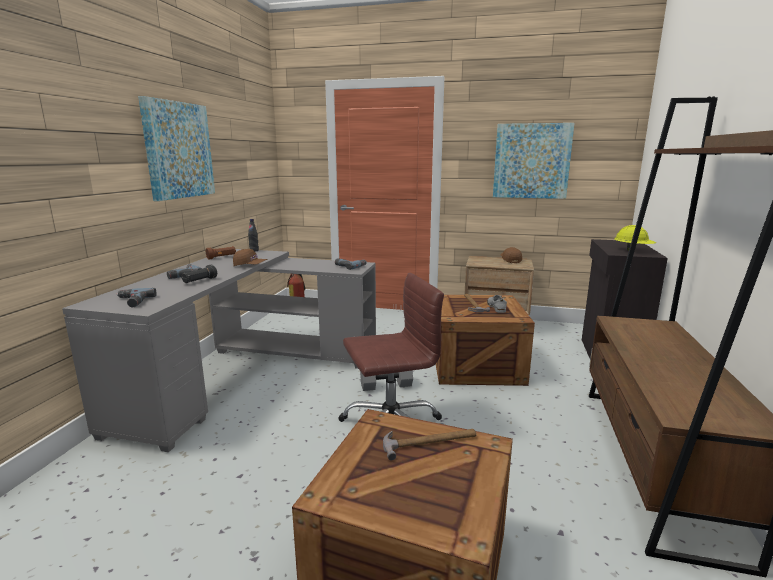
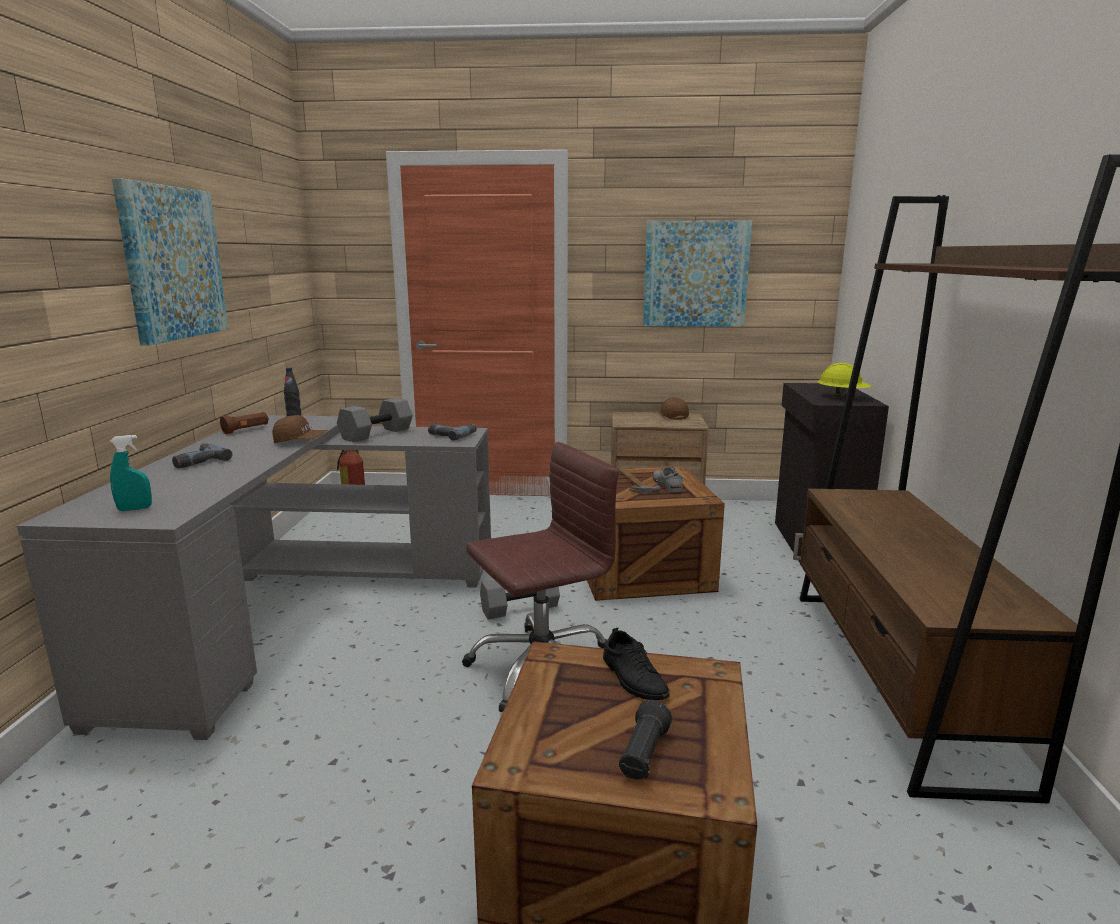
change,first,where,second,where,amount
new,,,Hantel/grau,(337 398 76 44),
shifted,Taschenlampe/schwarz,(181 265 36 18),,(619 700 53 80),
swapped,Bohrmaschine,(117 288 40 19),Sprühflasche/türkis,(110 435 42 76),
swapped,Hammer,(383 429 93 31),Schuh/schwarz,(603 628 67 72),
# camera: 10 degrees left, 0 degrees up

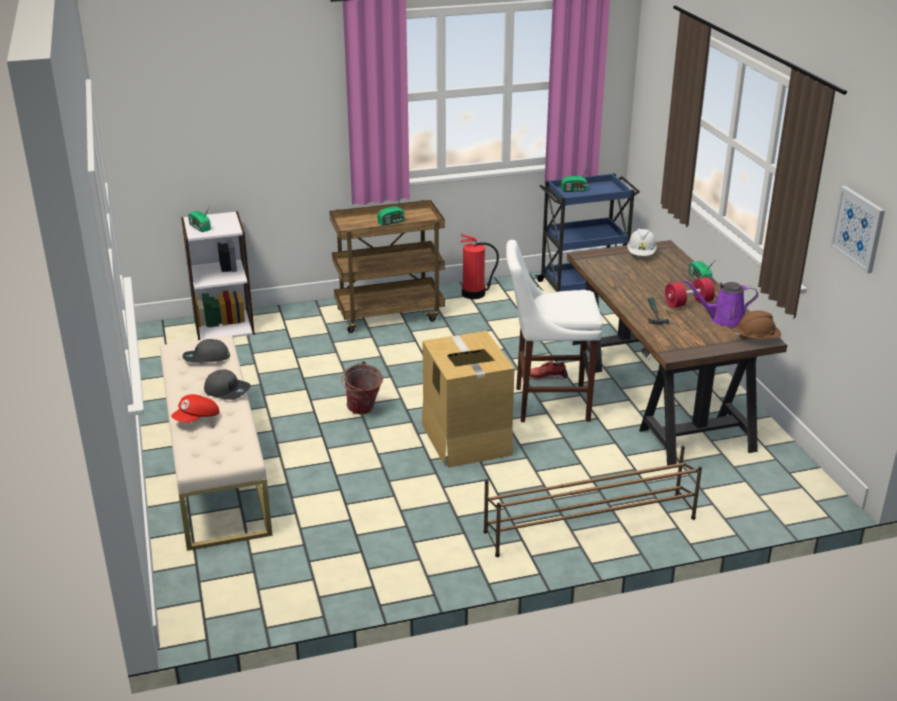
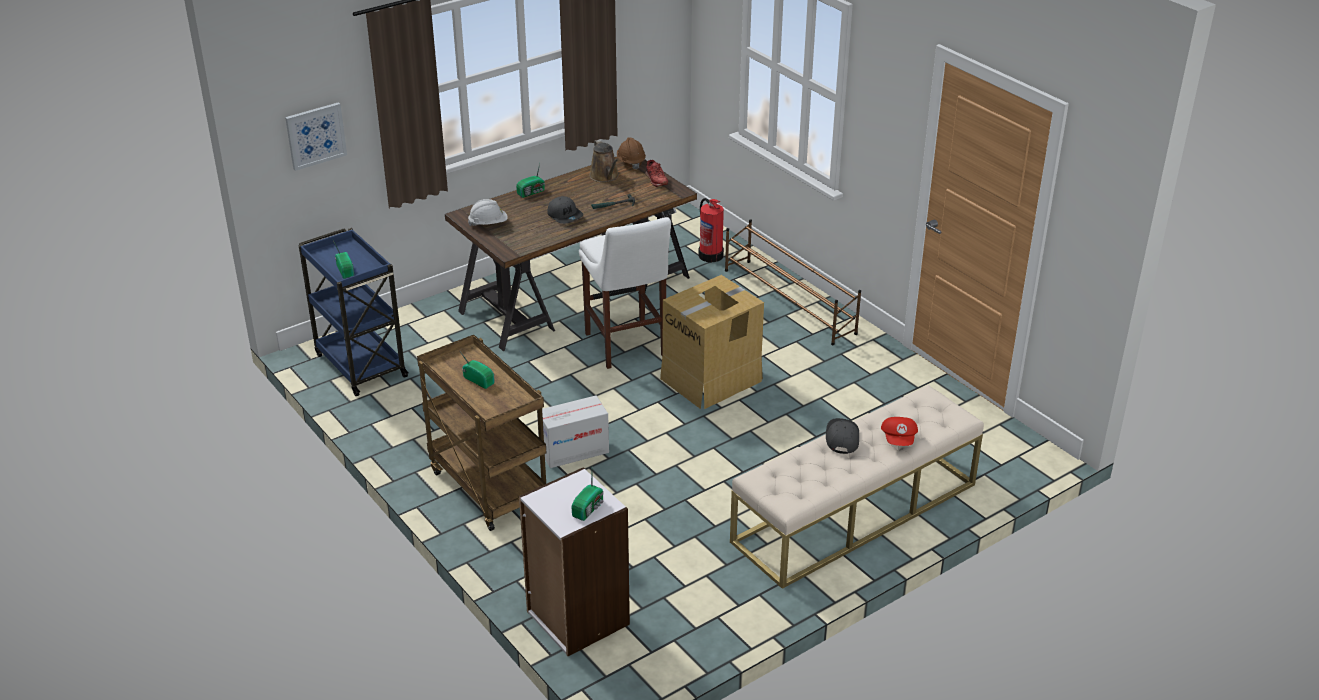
change,first,where,second,where,amount
gone,Eimer,(341 361 42 54),,,
gone,Hantel/rot,(665 277 50 31),,,
new,,,Karton,(537 395 72 73),
shifted,Kappe/grau,(183 339 47 24),,(547 196 36 28),
shifted,Feuerlöscher,(461 234 38 65),,(698 198 26 64),
shifted,Schuh/rot,(530 361 38 19),,(645 160 23 27),
shifted,Bild,(830 186 55 88),,(285 102 62 69),
repainted,Gießkanne/lila,(683 280 75 47),Gießkanne/braun,(589 139 30 43),
rotated,Kappe/rot,(171 394 49 29),,(881 417 37 29),75 degrees clockwise
# camera: 110 degrees left, 5 degrees up

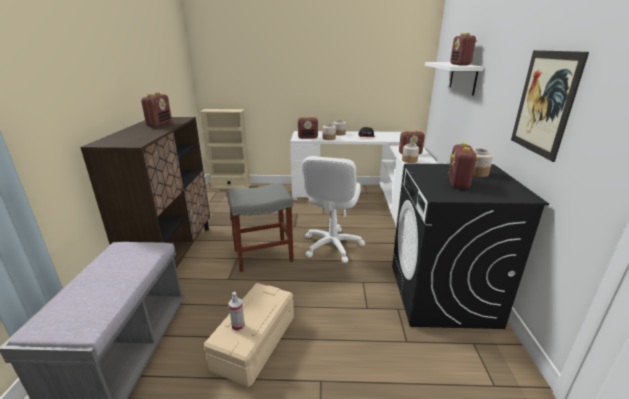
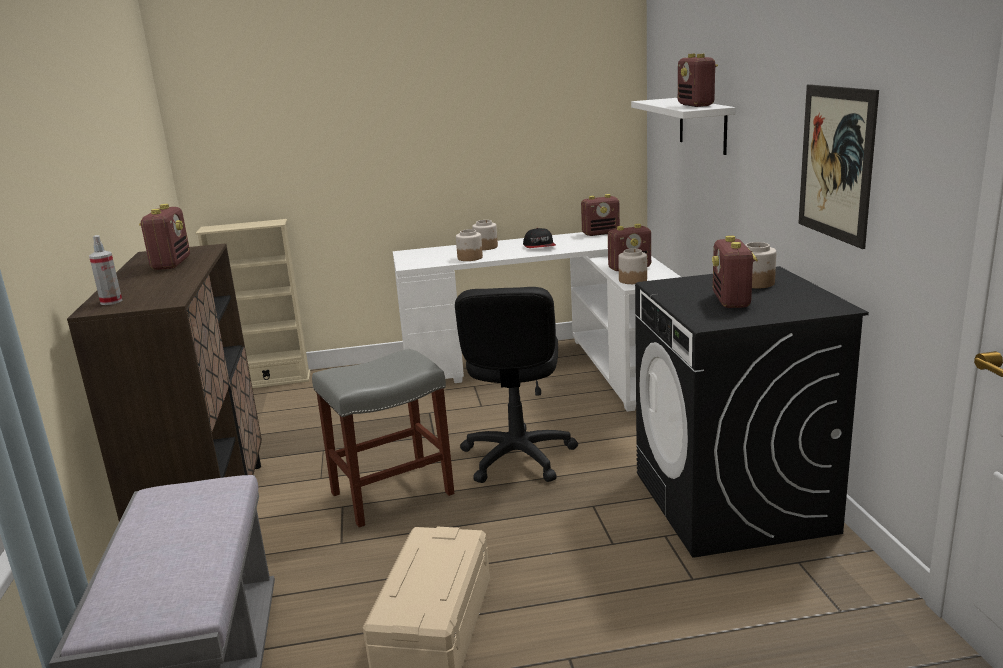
change,first,where,second,where,amount
shifted,Sprühflasche,(229 292 16 39),,(89 235 34 70),
shifted,Radio,(298 116 20 23),,(581 194 39 42),
repainted,Bürostuhl/weiß,(302 156 63 107),Bürostuhl/schwarz,(455 287 123 196),
# camera: 10 degrees left, 5 degrees down

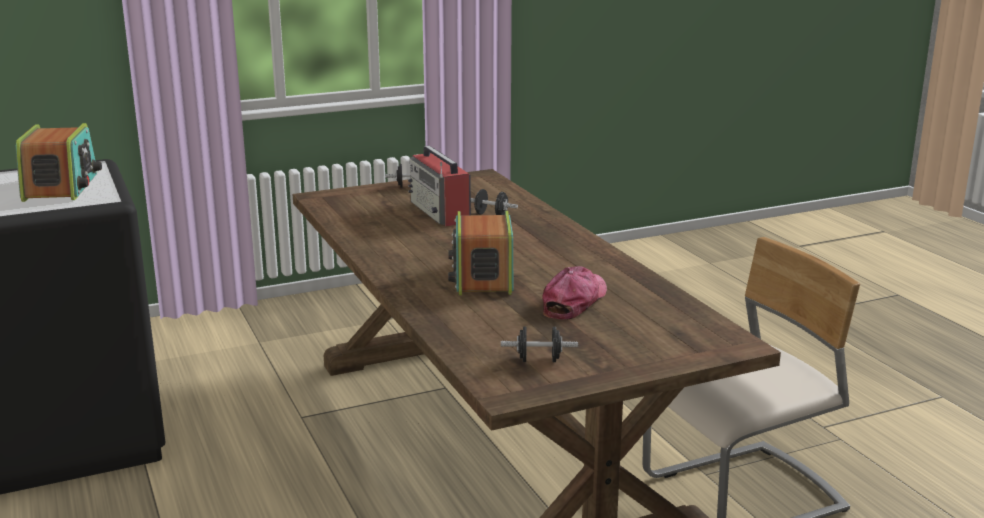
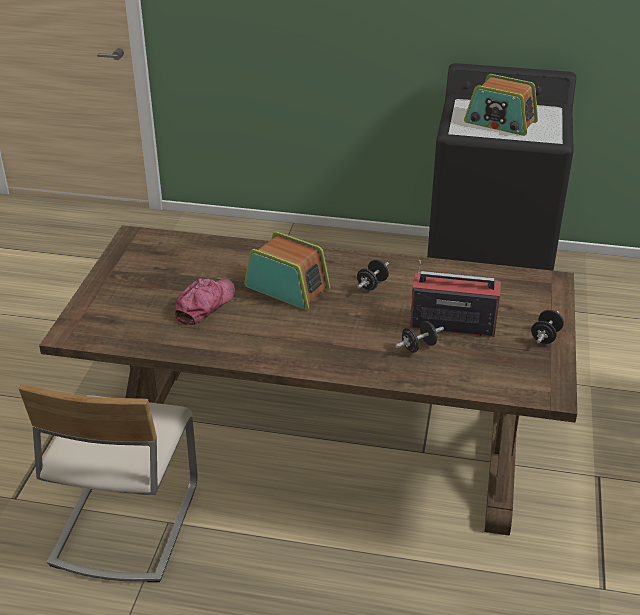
change,first,where,second,where,amount
shifted,Hantel/schwarz,(501 326 77 36),,(357 260 32 31),
rotated,Kappe,(542 266 65 53),,(174 278 61 47),120 degrees counterclockwise
# camera: 125 degrees right, 15 degrees up

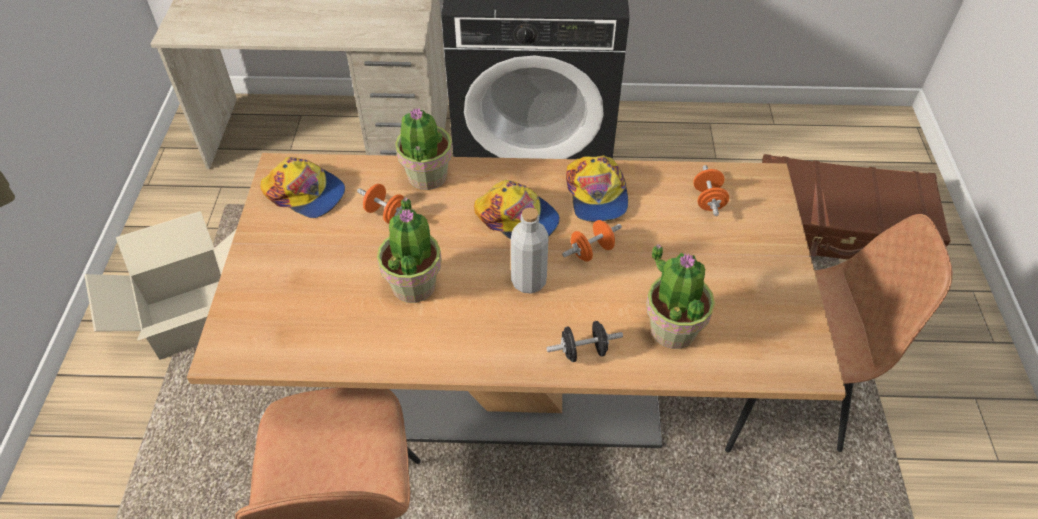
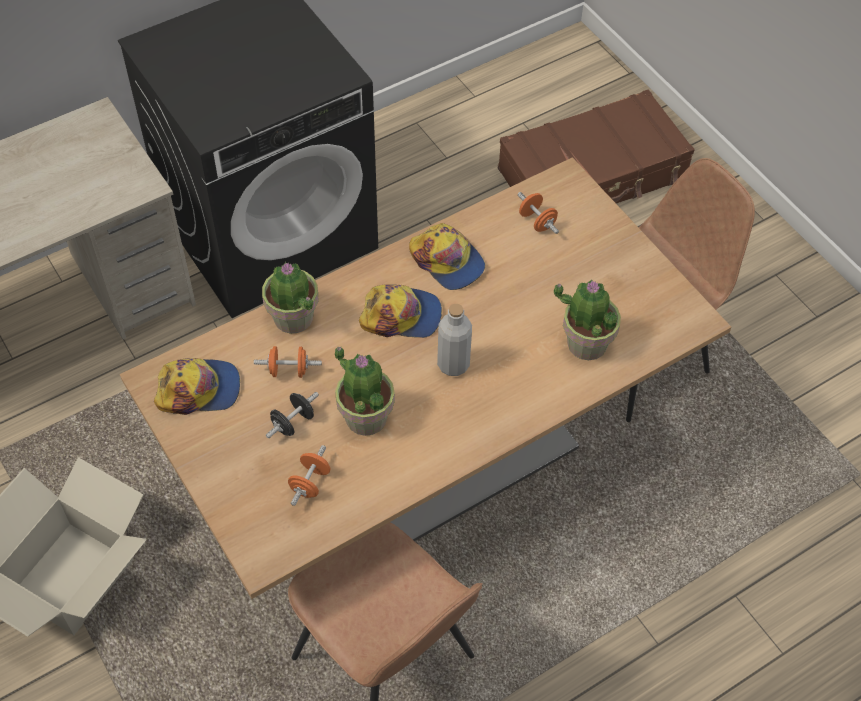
change,first,where,second,where,amount
shifted,Hantel/schwarz,(546 321 77 41),,(266 392 53 46),
shifted,Hantel/orange,(562 220 60 42),,(288 445 43 61),
# camera: 35 degrees left, 5 degrees up

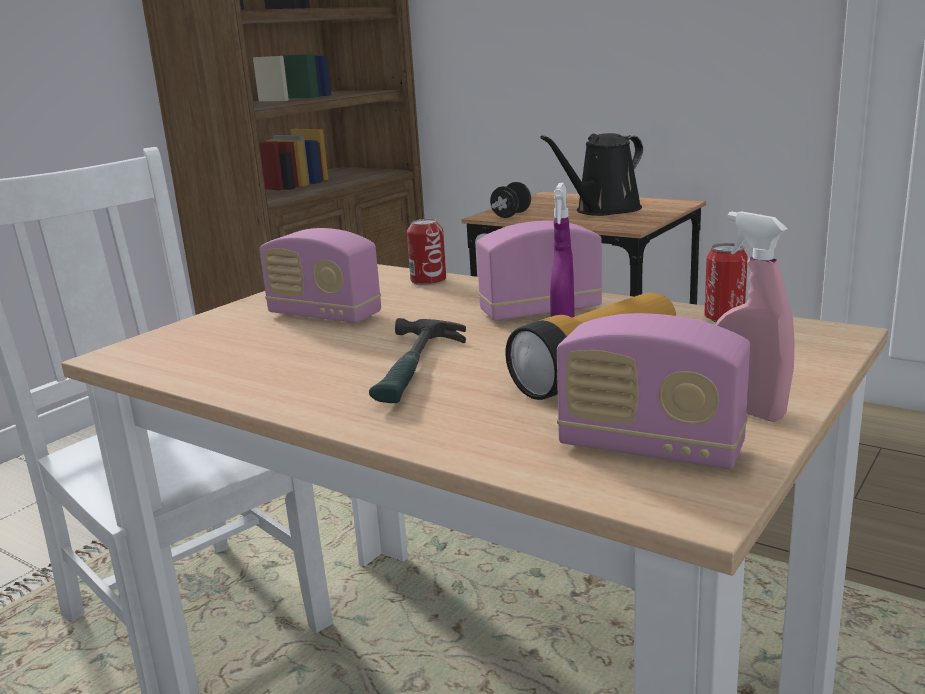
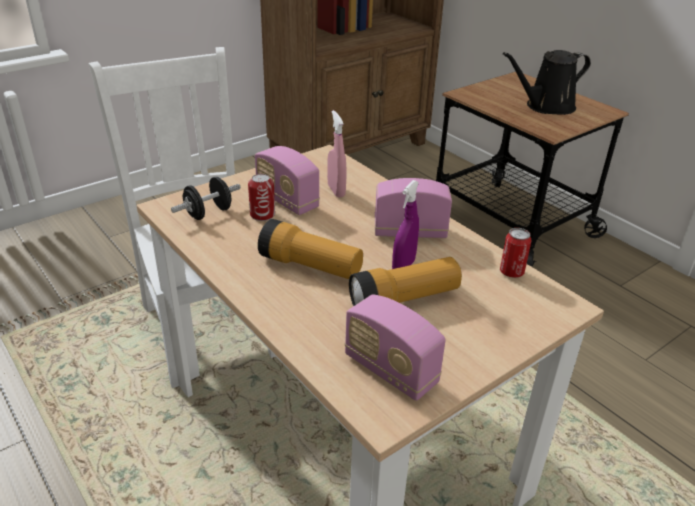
change,first,where,second,where,amount
shifted,Dose,(407 219 39 67),,(248 174 27 47),
shifted,Hantel/schwarz,(490 182 41 36),,(171 177 70 43),
shifted,Sprühflasche/rosa,(716 211 79 211),,(327 110 19 88),
swapped,Hammer,(369 318 97 85),Taschenlampe,(258 219 105 60),
# camera: 15 degrees right, 15 degrees up

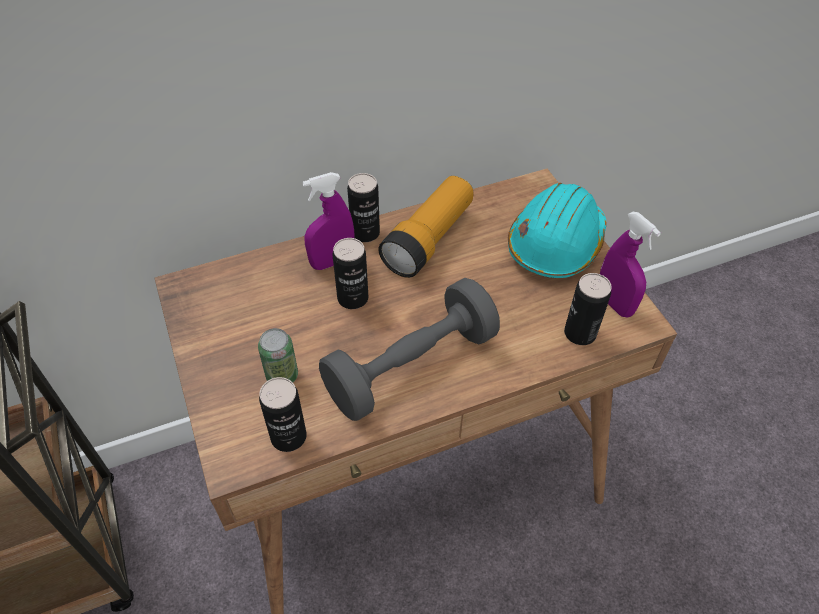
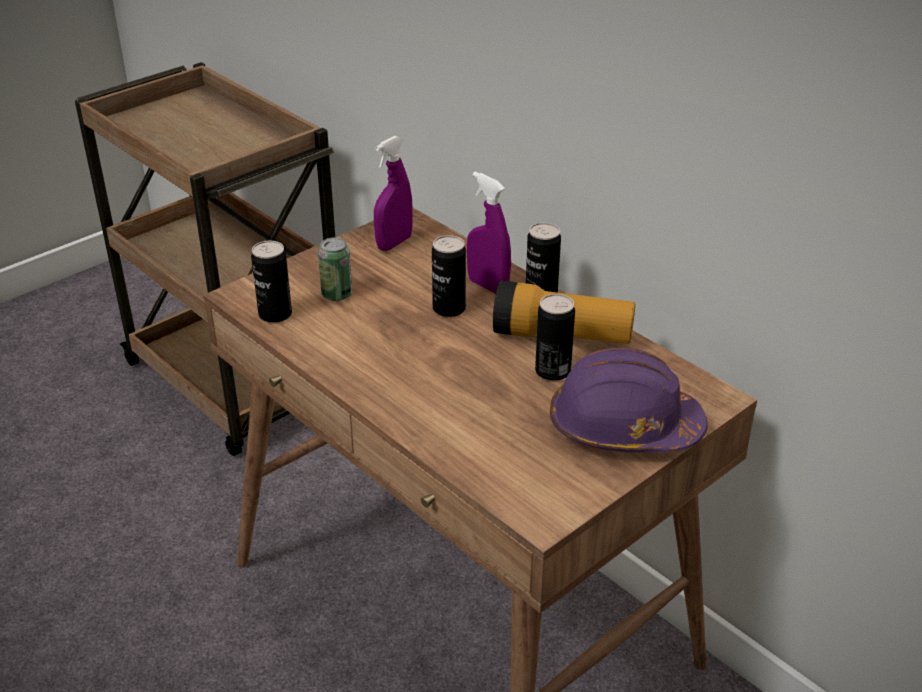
change,first,where,second,where,amount
gone,Hantel/grau,(319 278 181 143),,,
shifted,Dose,(564 273 48 72),,(535 294 40 87),
shifted,Sprühflasche/lila,(600 212 61 105),,(374 136 38 115),
repainted,Schutzhelm/türkis,(508 183 98 95),Schutzhelm/lila,(550 347 158 106),
# camera: 70 degrees right, 15 degrees down

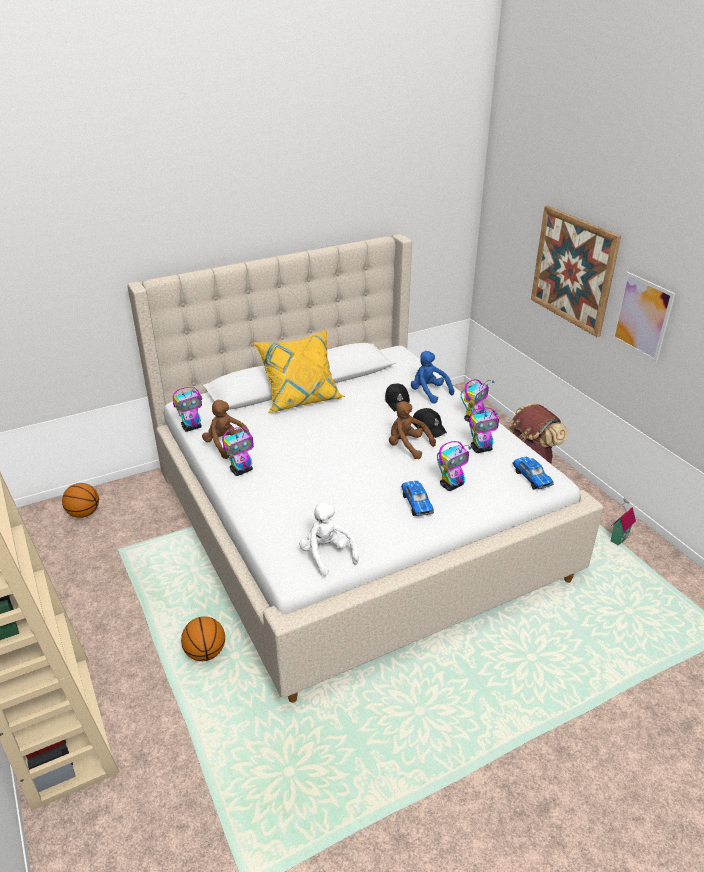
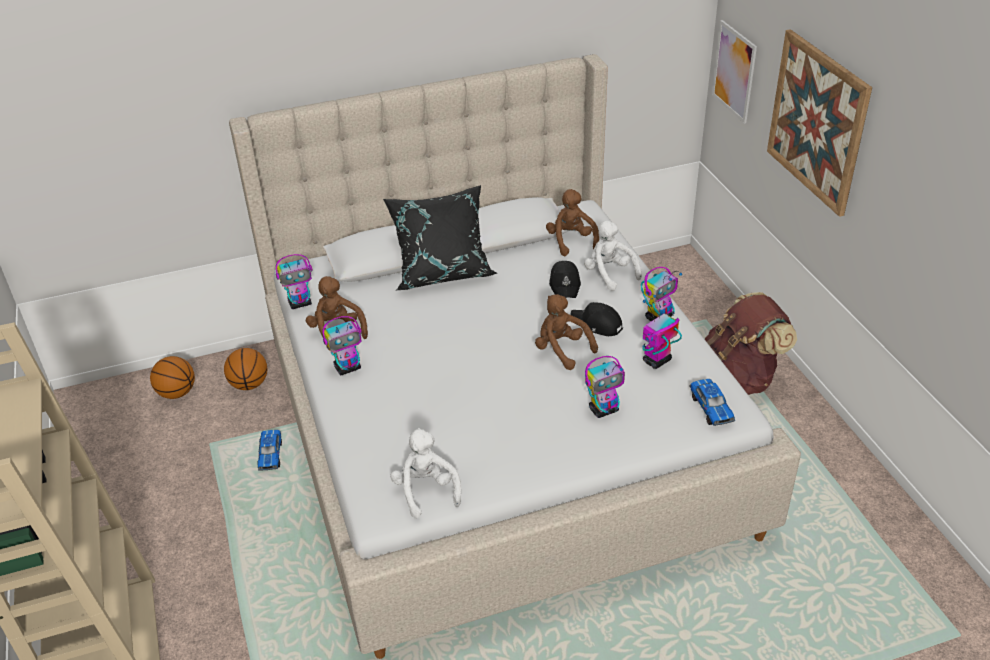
change,first,where,second,where,amount
gone,Spielzeughaus,(611 497 25 49),,,
new,,,Plüschtier/braun,(546 189 53 67),
shifted,Basketball,(181 616 44 45),,(224 348 43 42),
shifted,Spielzeugauto,(401 481 33 35),,(257 430 25 41),
shifted,Bild,(612 272 63 91),,(712 20 45 104),
repainted,Kissen/gelb,(253 330 92 83),Kissen/schwarz,(383 185 114 106),
repainted,Plüschtier/blau,(411 351 43 53),Plüschtier/weiß,(584 221 58 70),
rotated,Kappe/schwarz,(412 408 35 30),,(570 302 53 34),150 degrees clockwise
rotated,Spielzeugroboter,(469 407 30 46),,(642 295 40 74),150 degrees clockwise
# camera: 10 degrees right, 5 degrees up

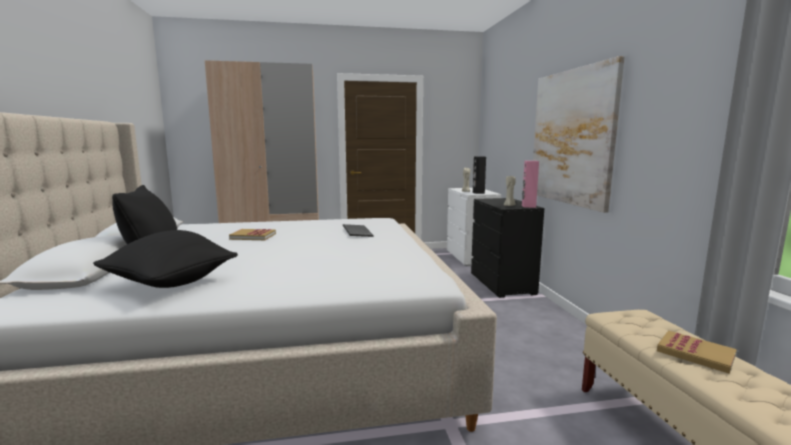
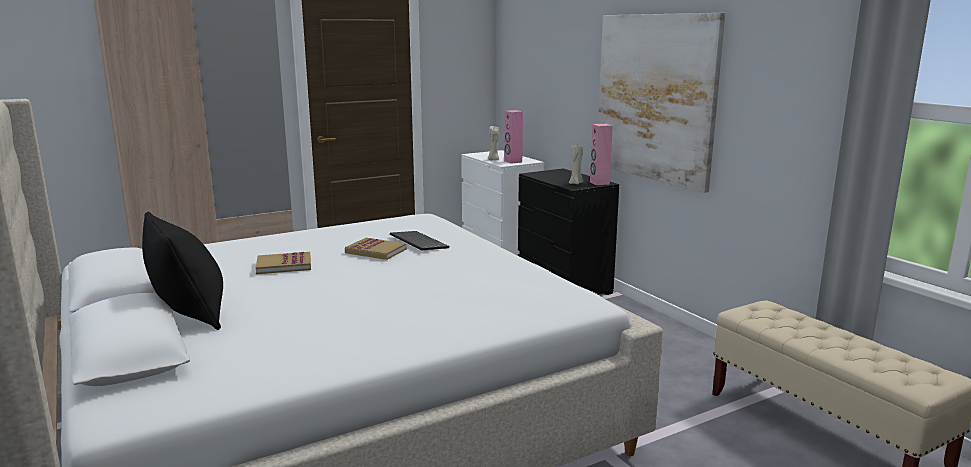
change,first,where,second,where,amount
gone,Kissen/schwarz,(93 230 145 58),,,
shifted,Buch,(657 330 80 44),,(345 238 61 22),
repainted,Lautsprecher/schwarz,(473 156 13 38),Lautsprecher/rosa,(504 110 19 54),
# camera: 20 degrees left, 5 degrees up

